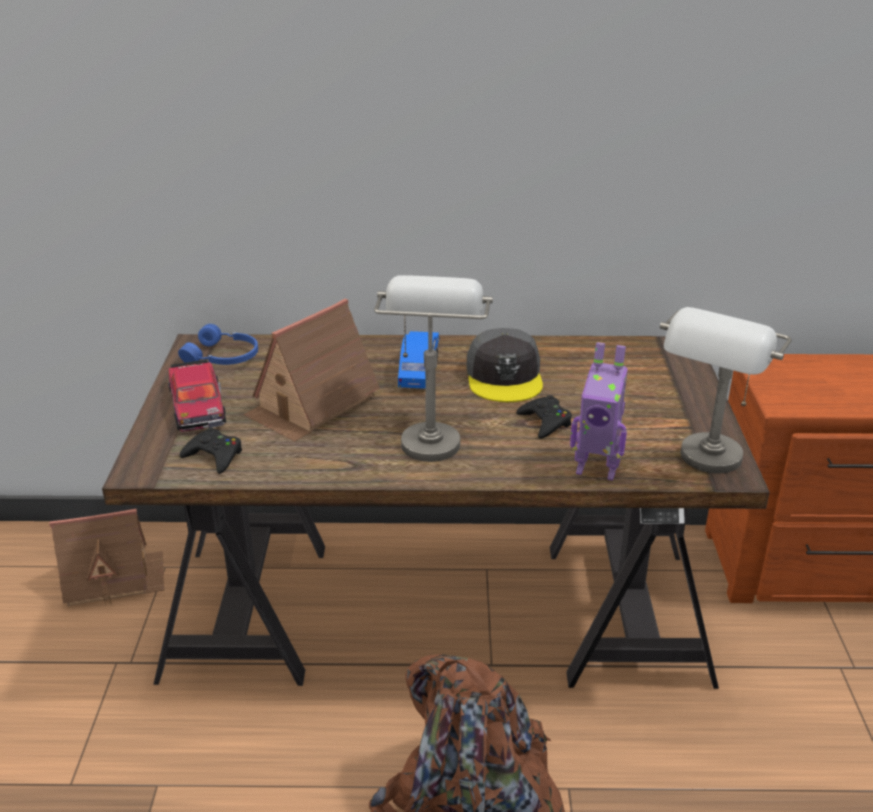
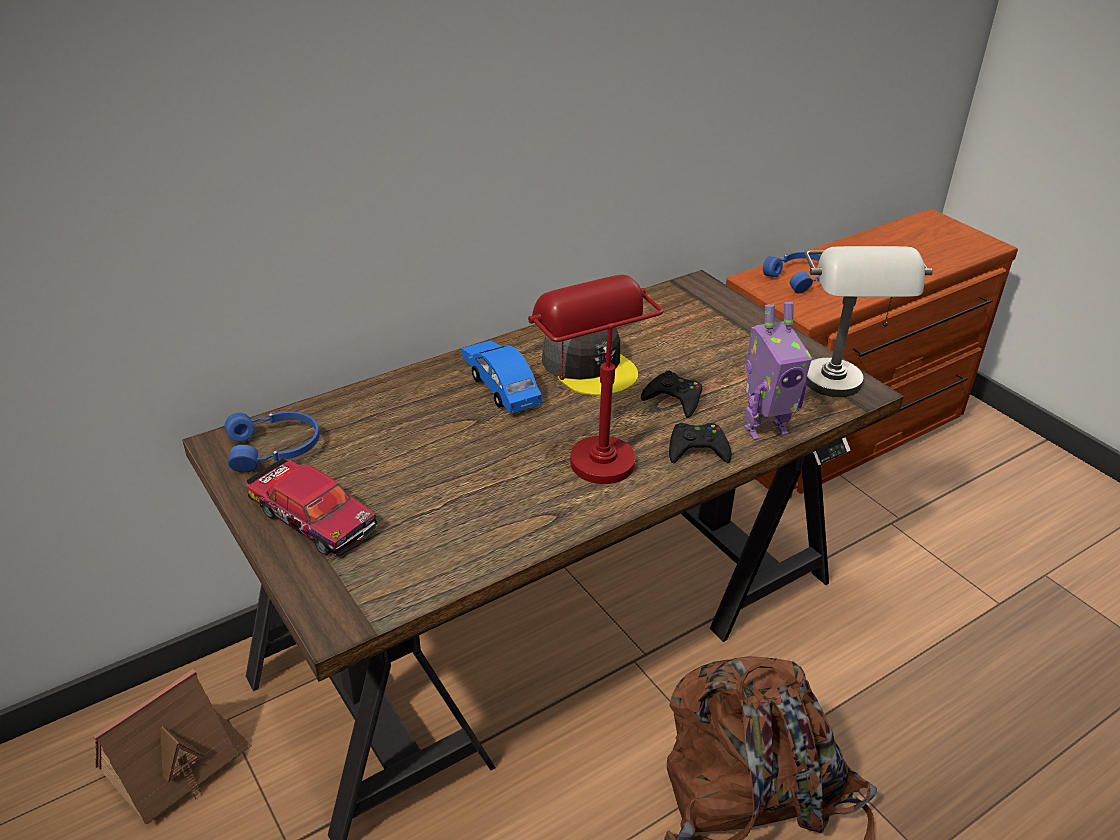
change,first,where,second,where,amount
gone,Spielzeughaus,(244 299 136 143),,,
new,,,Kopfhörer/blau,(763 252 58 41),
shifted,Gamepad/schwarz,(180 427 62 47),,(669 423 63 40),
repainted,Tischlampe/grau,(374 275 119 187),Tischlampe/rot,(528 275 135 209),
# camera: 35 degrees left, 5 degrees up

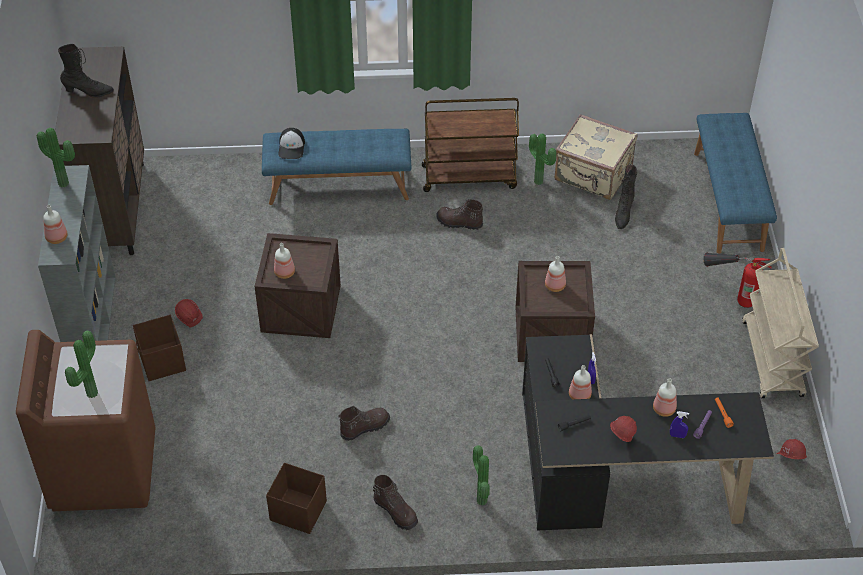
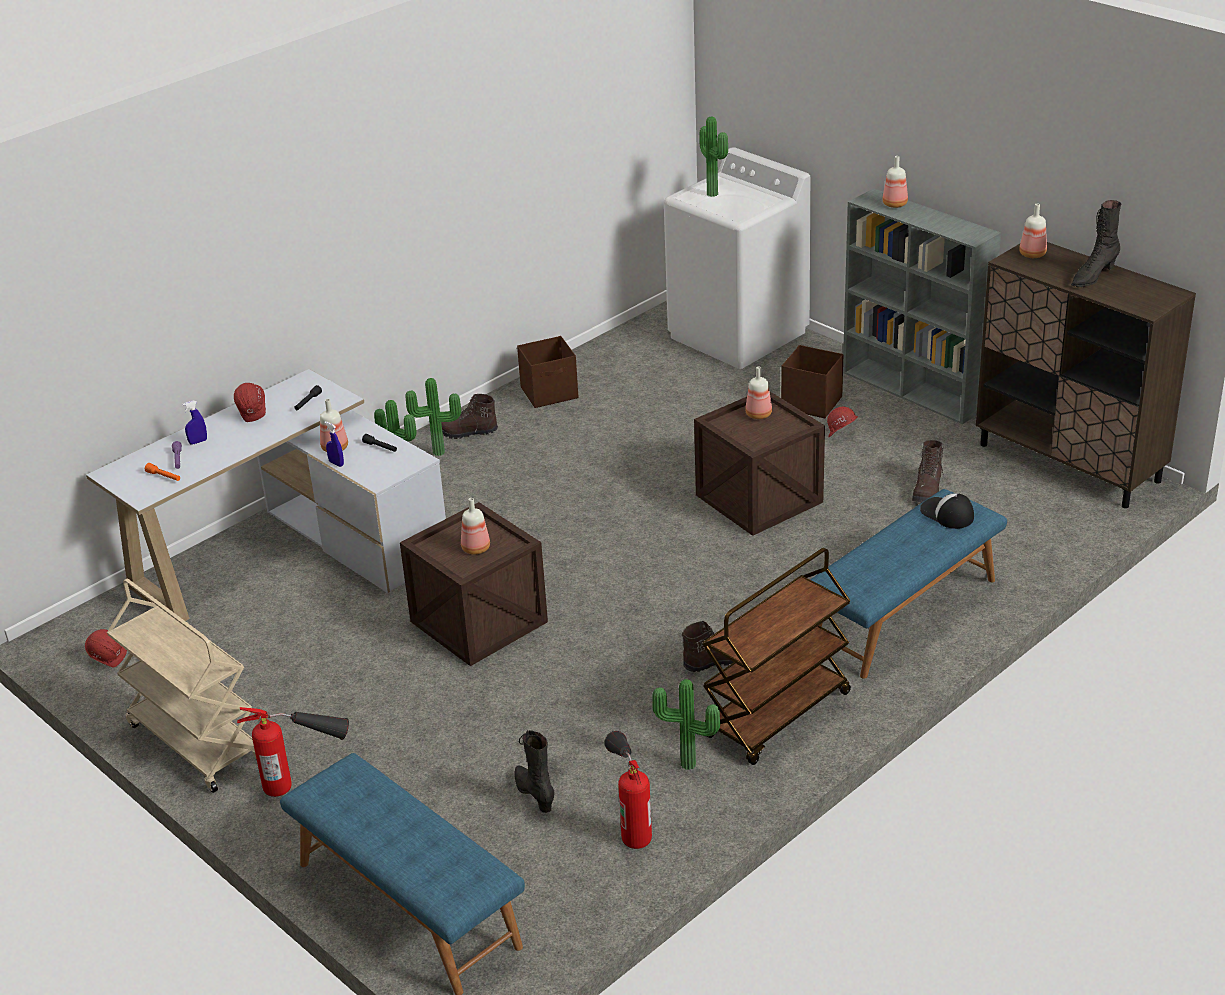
change,first,where,second,where,amount
shifted,Topfpflanze,(37 128 38 59),,(405 378 56 78),
shifted,Stiefel/braun,(339 406 51 35),,(912 440 32 62),
shifted,Flasche,(653 378 24 39),,(1019 203 28 55),
swapped,Koffer/beige,(555 114 82 86),Feuerlöscher,(605 731 47 118),
repainted,Waschmaschine/braun,(16 330 140 181),Waschmaschine/weiß,(664 147 146 222),
repainted,Schreibtisch/schwarz,(522 334 252 196),Schreibtisch/weiß,(86 369 360 252),
# camera: 140 degrees right, 15 degrees down

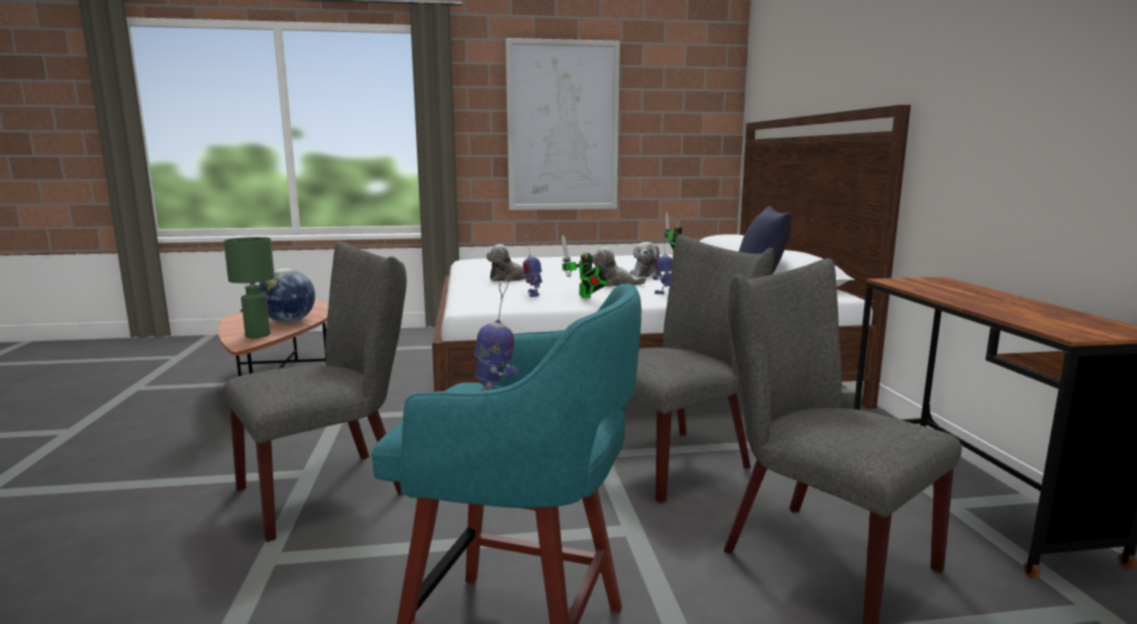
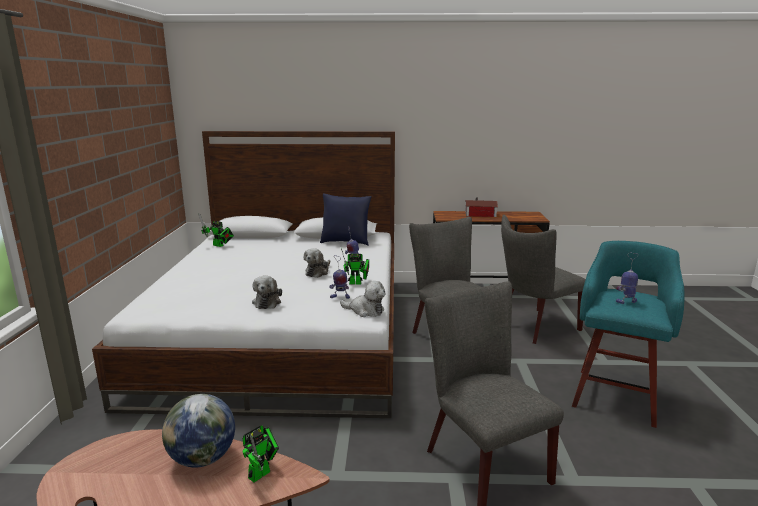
change,first,where,second,where,amount
gone,Bild,(506 38 114 172),,,
new,,,Spielzeughaus,(465 197 33 20),
shifted,Plüschtier,(630 242 31 35),,(340 281 46 36),
swapped,Tischlampe/grün,(224 237 51 101),Spielzeugroboter,(243 425 36 58),
# camera: 80 degrees left, 5 degrees up

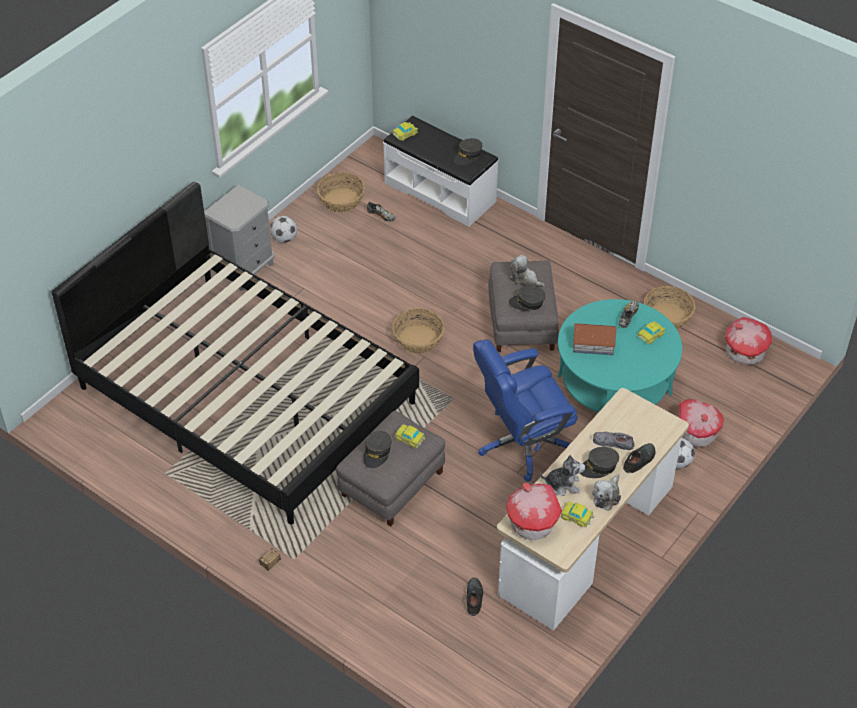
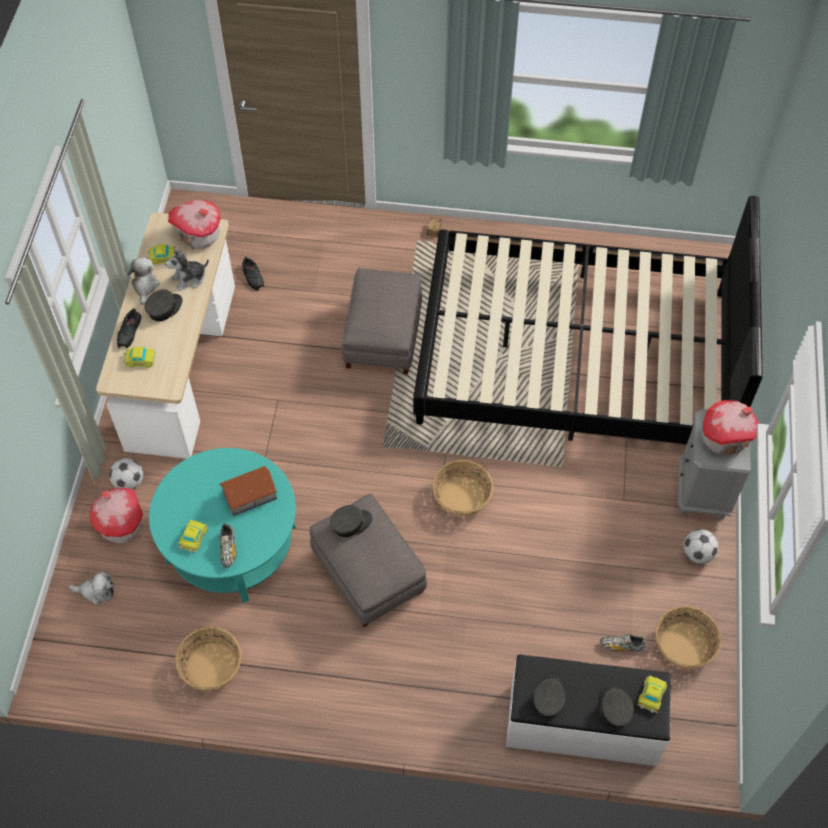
change,first,where,second,where,amount
gone,Bürostuhl/blau,(473 339 105 143),,,
gone,Schuh/grau,(593 432 41 18),,,
shifted,Kappe/grau,(363 431 28 37),,(598 684 36 44),
shifted,Spielzeugauto,(395 424 31 24),,(122 347 34 21),
shifted,Plüschtier,(510 255 35 33),,(69 571 46 34),
shifted,Spielzeughaus,(725 317 47 48),,(702 400 57 56),
# camera: 150 degrees right, 10 degrees up

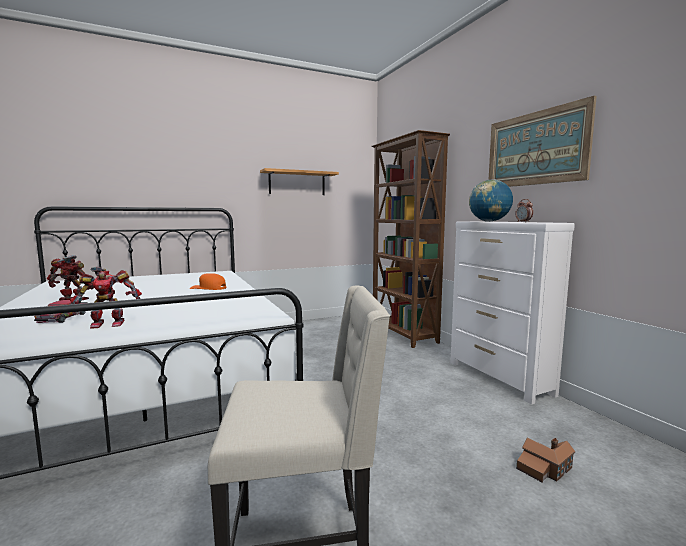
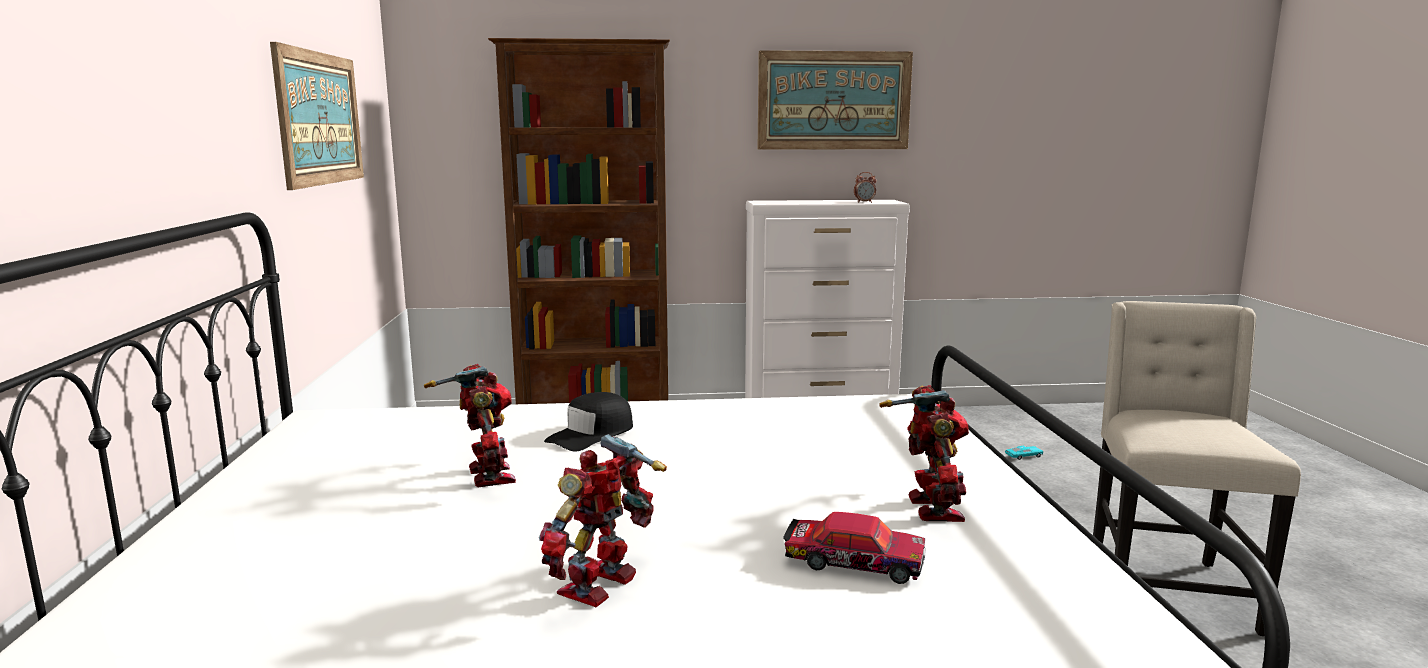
change,first,where,second,where,amount
gone,Globus,(469 180 44 42),,,
new,,,Spielzeugroboter,(424 364 92 123),
swapped,Wandregal,(260 168 79 27),Bild,(270 42 94 148),
swapped,Spielzeughaus,(516 438 59 45),Spielzeugauto/türkis,(1005 446 38 14),
repainted,Kappe/orange,(190 273 37 17),Kappe/schwarz,(544 392 89 59),
# camera: 70 degrees left, 5 degrees up

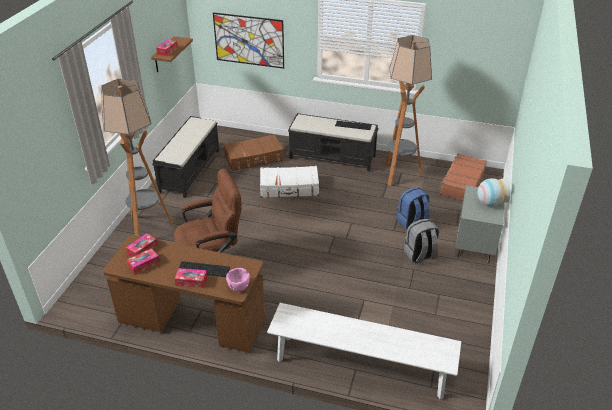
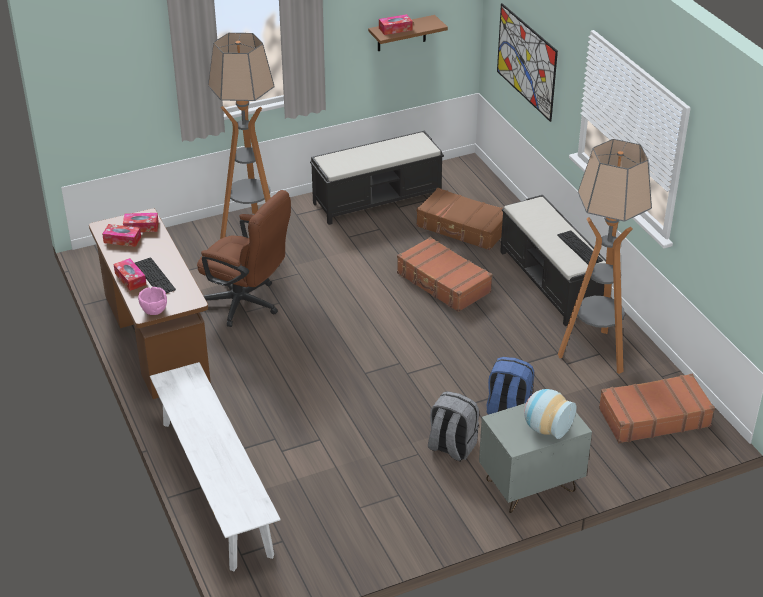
change,first,where,second,where,amount
repainted,Koffer/weiß,(260 166 59 32),Koffer/braun,(397 237 95 75),
# camera: 50 degrees right, 0 degrees up

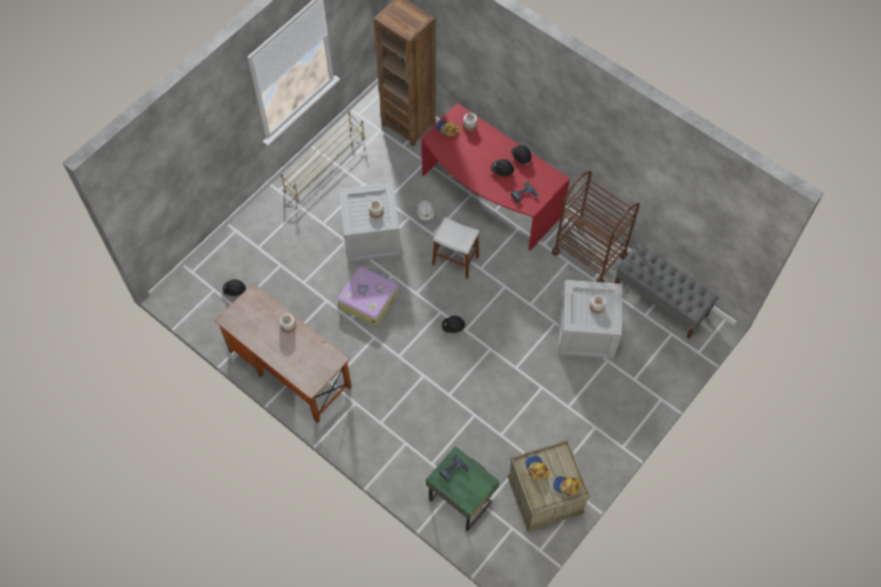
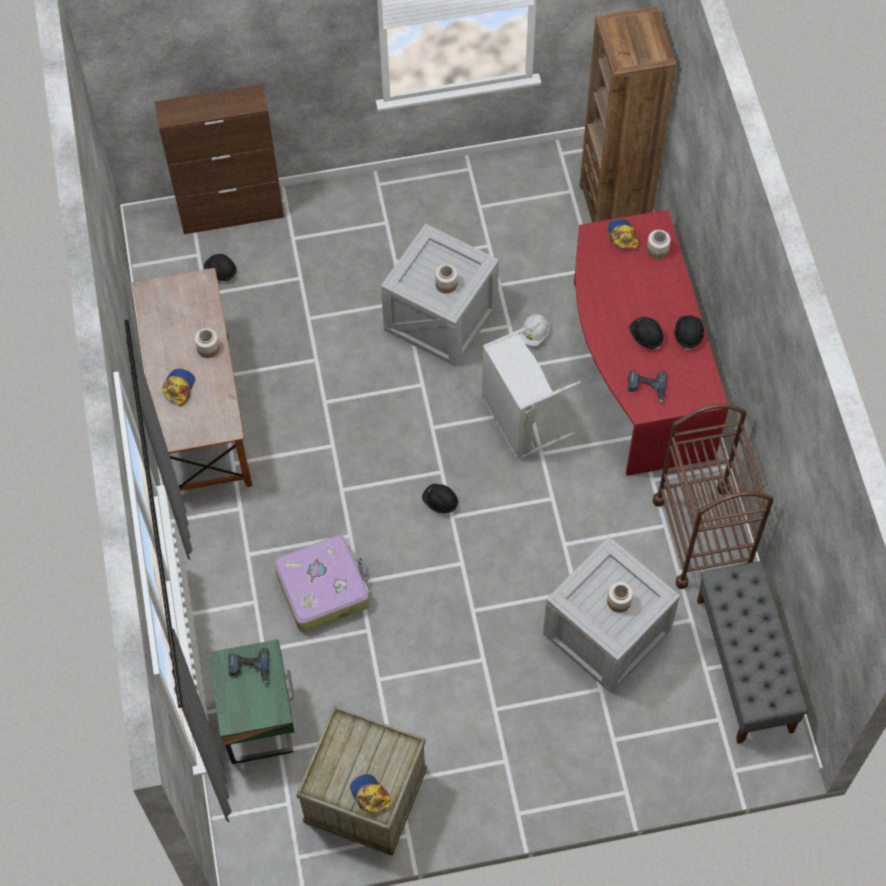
change,first,where,second,where,amount
gone,Schuhregal/beige,(281 112 84 90),,,
new,,,Schrank/braun,(155 84 129 150),
shifted,Koffer,(338 266 61 59),,(274 535 96 97),
shifted,Kappe,(525 456 24 24),,(163 369 32 37),
swapped,Hocker/weiß,(432 217 47 62),Wäschekorb/grau,(482 320 99 140),
# camera: 40 degrees right, 0 degrees up

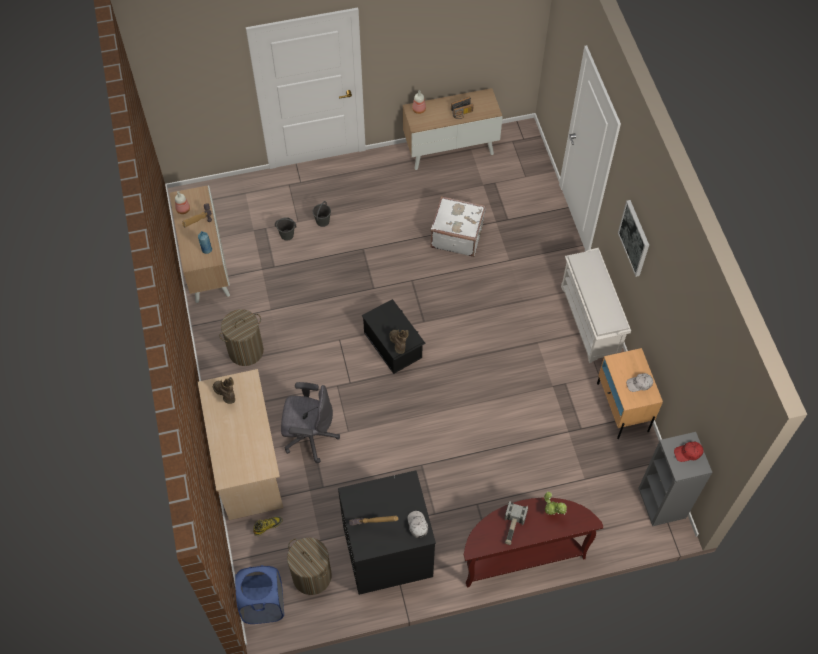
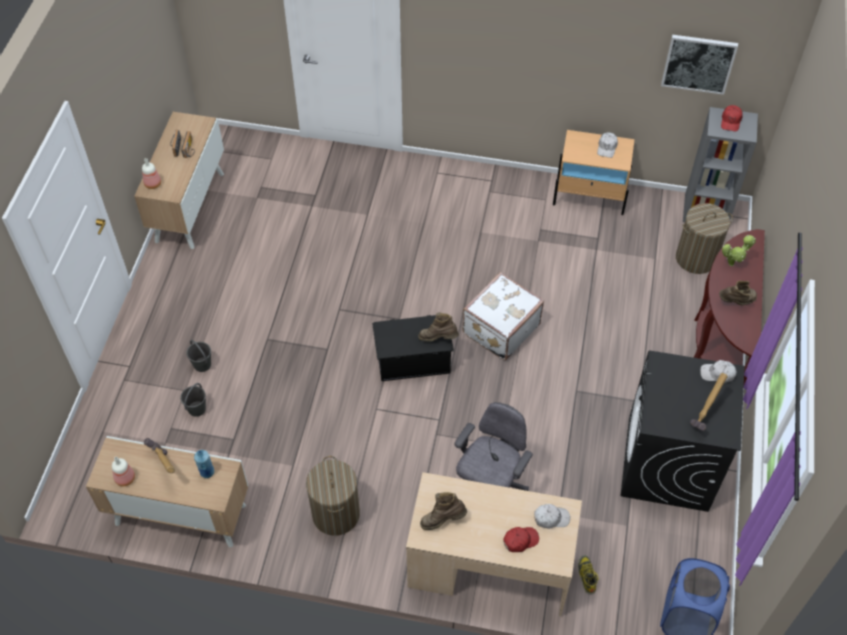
change,first,where,second,where,amount
gone,Schuhregal/weiß,(561 248 70 115),,,
new,,,Kappe/rot,(503 527 36 25),
new,,,Kappe/weiß,(534 504 36 25),
shifted,Wäschekorb,(287 537 45 58),,(676 203 57 71),
shifted,Koffer/weiß,(430 196 56 61),,(462 272 82 88),
shifted,Bild,(618 200 31 77),,(661 35 77 60),
swapped,Hammer,(505 501 23 44),Stiefel/braun,(719 281 38 24),
# camera: 65 degrees left, 5 degrees down

